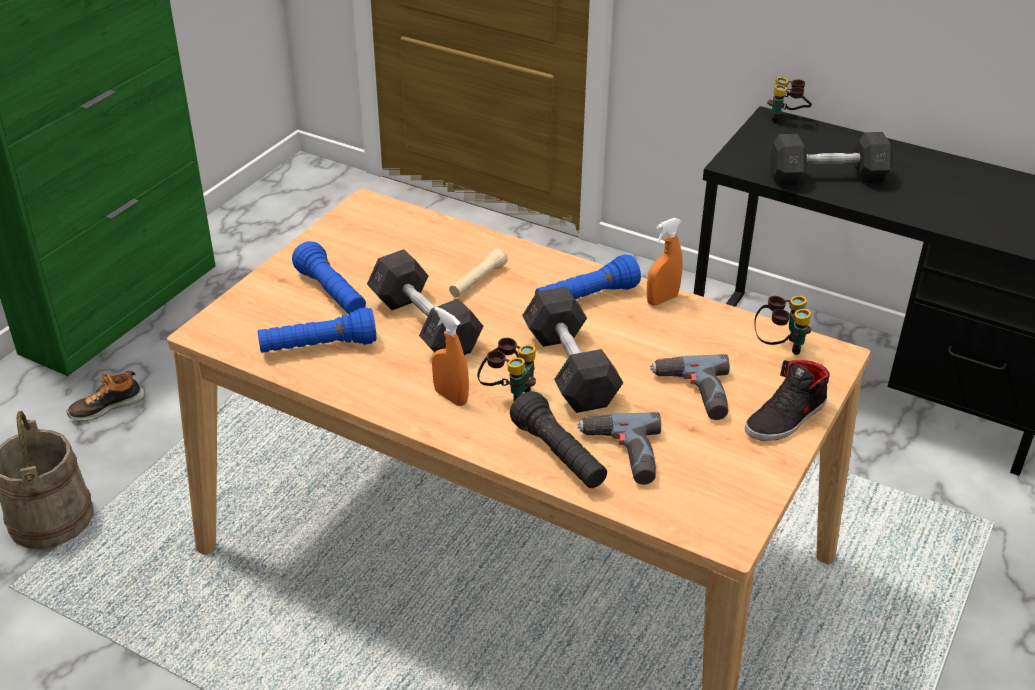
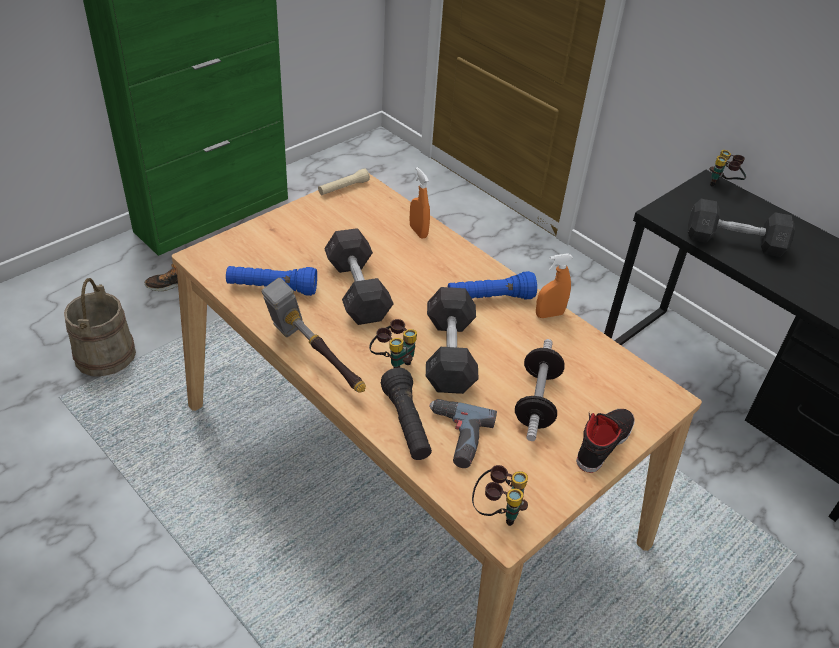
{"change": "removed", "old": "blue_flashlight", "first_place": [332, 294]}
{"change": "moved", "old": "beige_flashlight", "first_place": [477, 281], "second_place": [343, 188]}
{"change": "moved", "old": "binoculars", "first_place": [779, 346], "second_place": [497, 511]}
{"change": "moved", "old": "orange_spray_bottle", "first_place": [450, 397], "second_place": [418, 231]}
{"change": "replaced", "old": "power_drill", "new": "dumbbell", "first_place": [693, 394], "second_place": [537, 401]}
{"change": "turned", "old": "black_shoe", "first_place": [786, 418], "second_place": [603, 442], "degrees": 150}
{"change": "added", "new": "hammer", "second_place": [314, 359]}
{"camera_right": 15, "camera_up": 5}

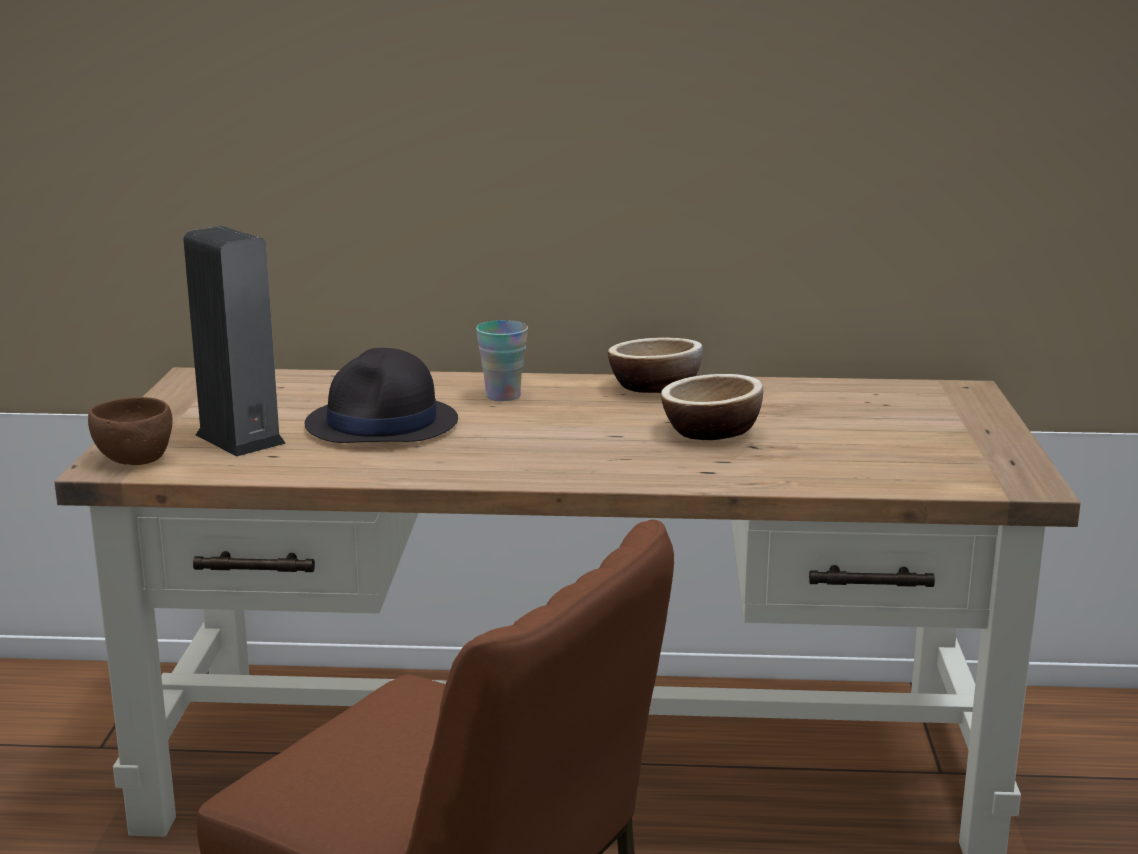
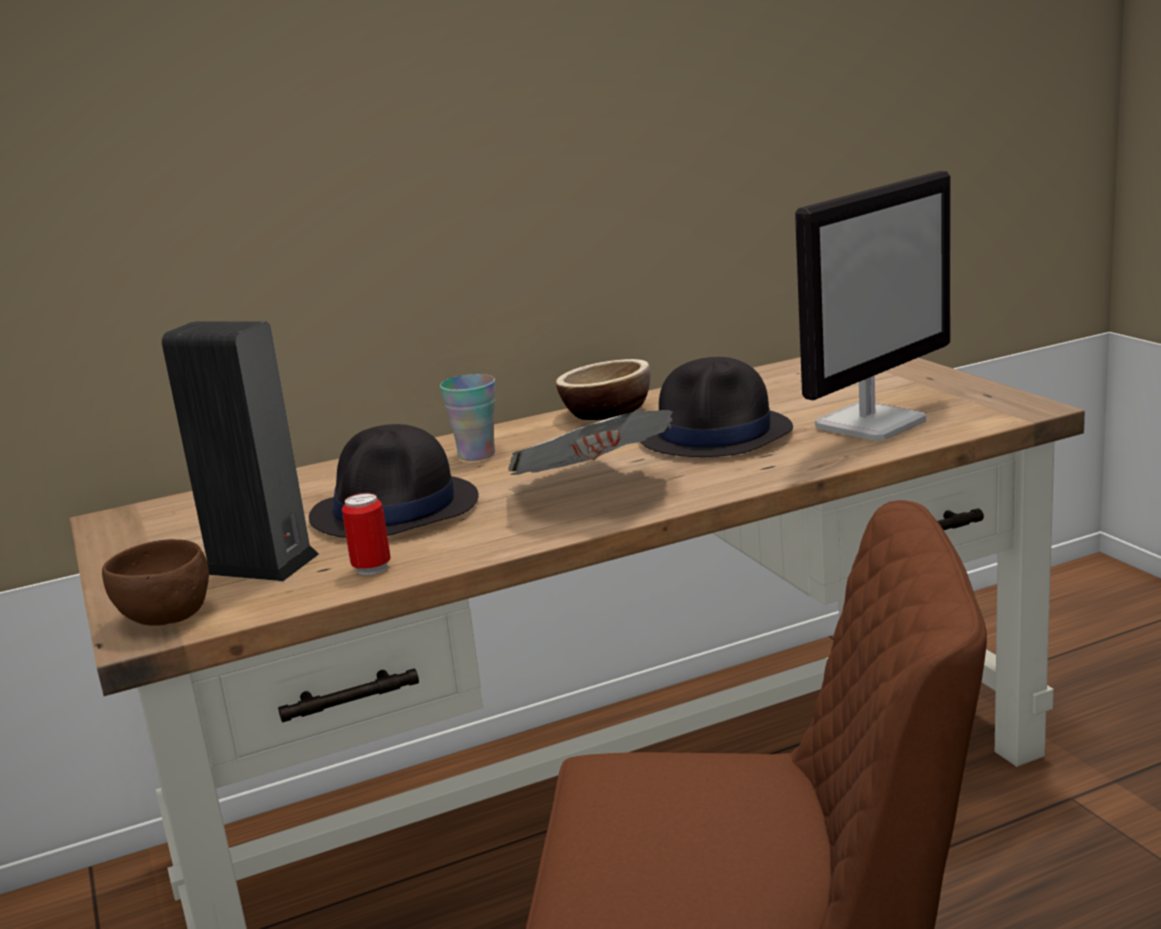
{"change": "replaced", "old": "bowl", "new": "black_hat", "first_place": [711, 432], "second_place": [716, 435]}
{"change": "added", "new": "monitor", "second_place": [871, 423]}
{"change": "added", "new": "newspaper", "second_place": [593, 489]}
{"change": "added", "new": "can", "second_place": [371, 568]}
{"camera_right": -25, "camera_up": 0}

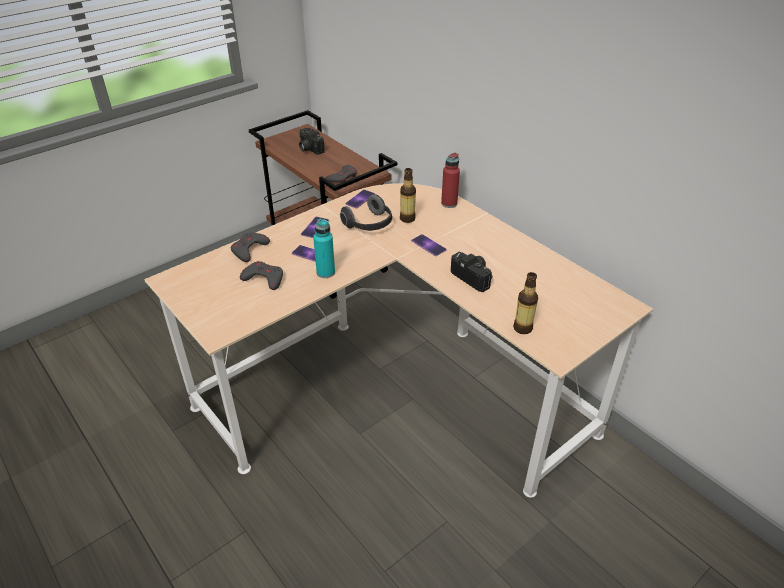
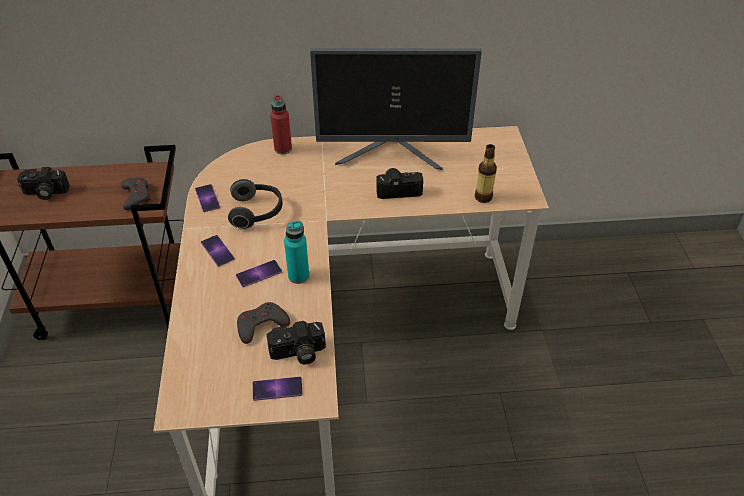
{"change": "removed", "old": "bottle", "first_place": [407, 219]}
{"change": "removed", "old": "grey_game_controller", "first_place": [249, 250]}
{"change": "moved", "old": "phone", "first_place": [428, 245], "second_place": [277, 388]}
{"change": "added", "new": "monitor", "second_place": [392, 154]}
{"change": "added", "new": "photo_camera", "second_place": [298, 353]}
{"camera_right": -55, "camera_up": 5}

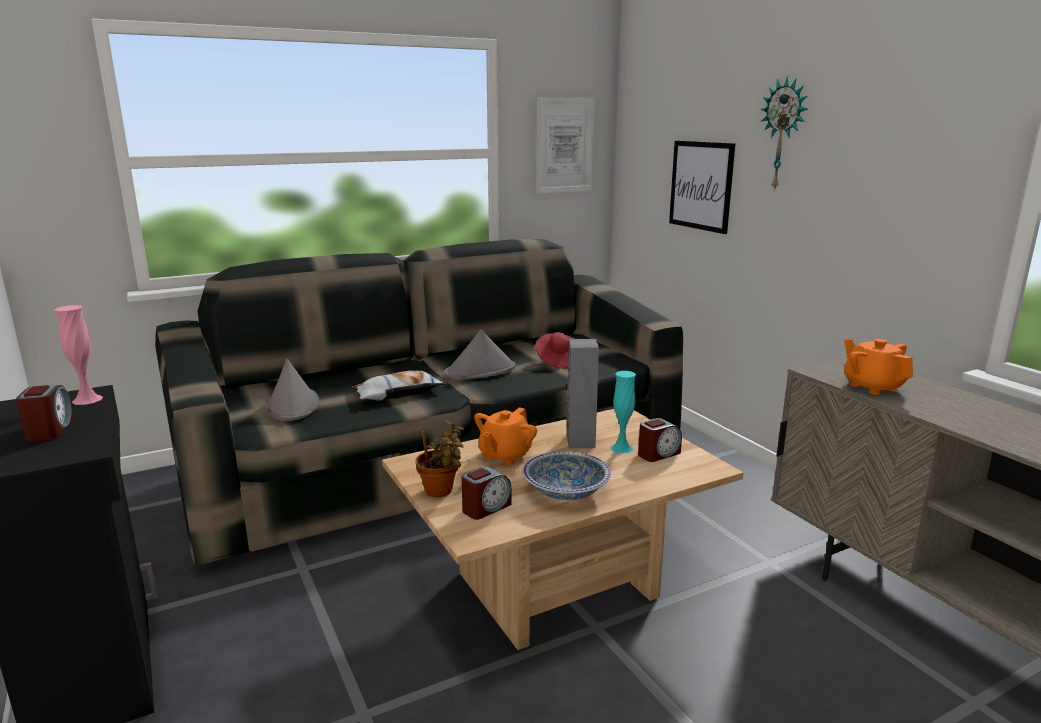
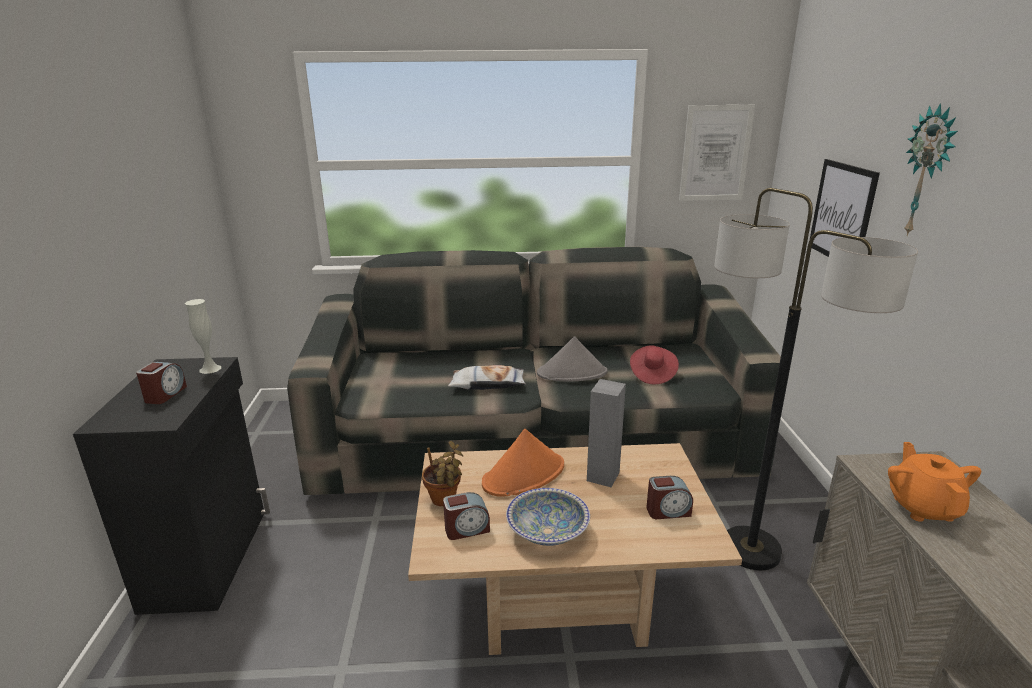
{"change": "recoloured", "old": "pink_vase", "new": "white_vase", "first_place": [87, 399], "second_place": [210, 369]}
{"change": "removed", "old": "grey_hat", "first_place": [292, 405]}
{"change": "removed", "old": "turquoise_vase", "first_place": [621, 448]}
{"change": "replaced", "old": "orange_teapot", "new": "orange_hat", "first_place": [505, 455], "second_place": [524, 475]}
{"change": "added", "new": "floor_lamp", "second_place": [751, 550]}
{"camera_right": 25, "camera_up": 5}

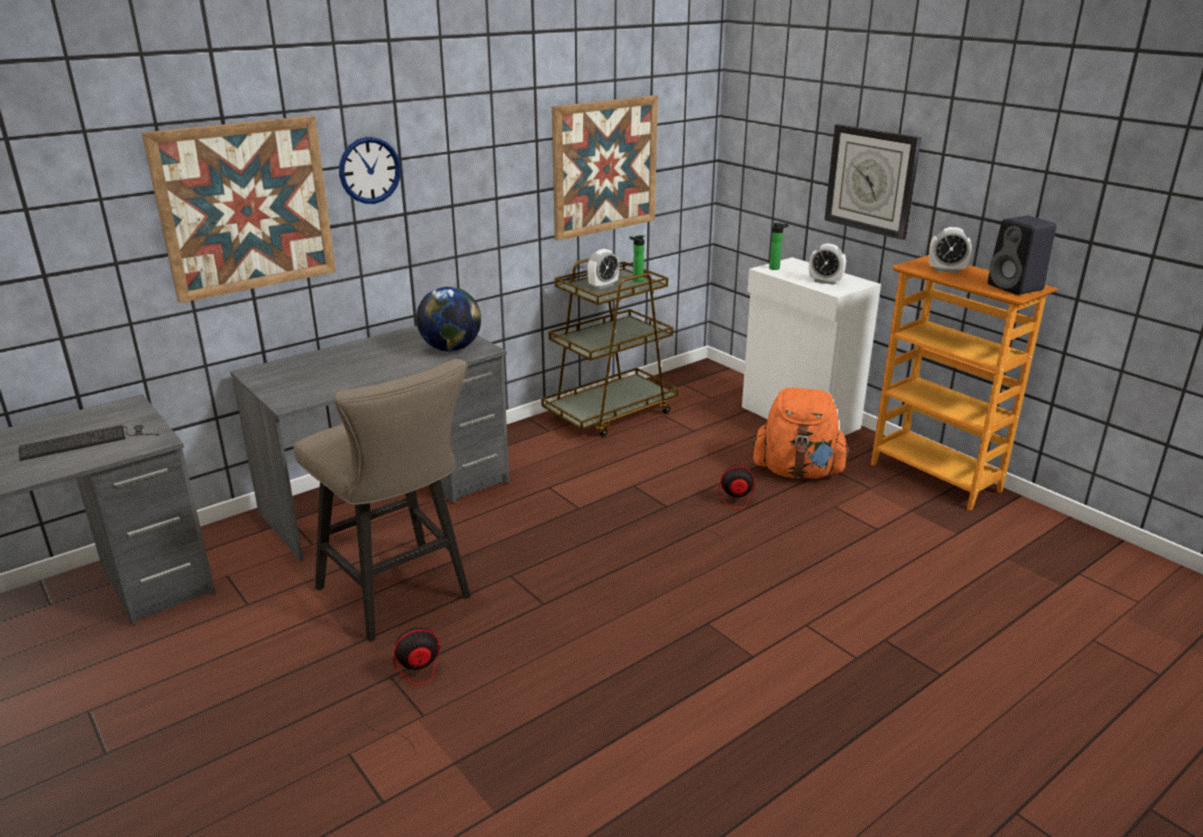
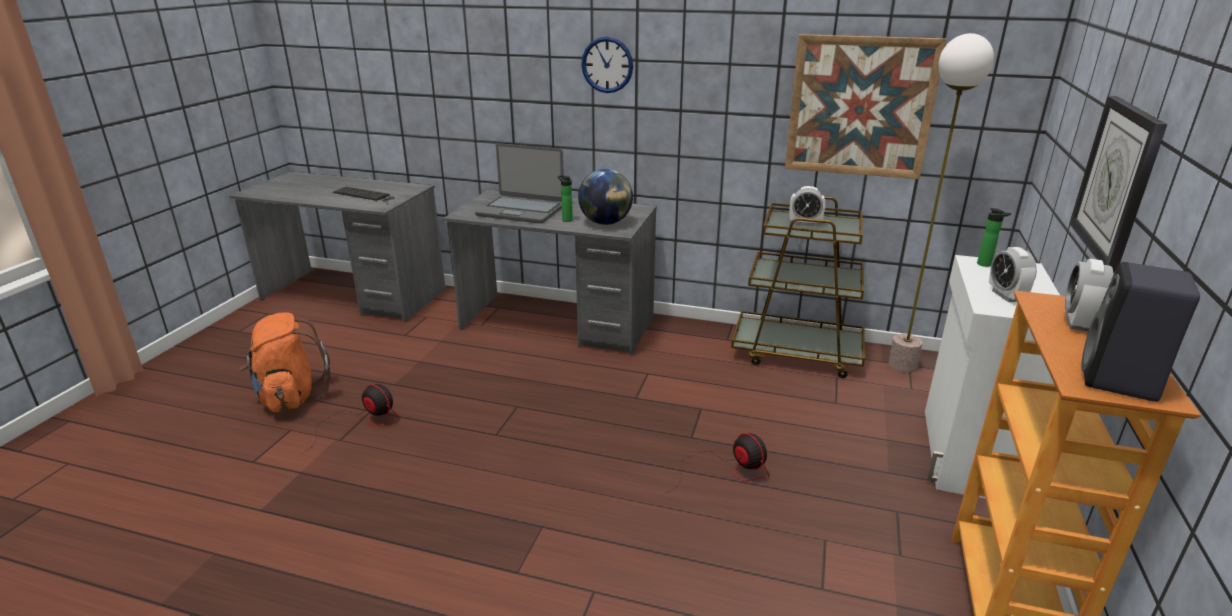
{"change": "removed", "old": "picture", "first_place": [245, 207]}
{"change": "turned", "old": "alarm_clock", "first_place": [946, 270], "second_place": [1077, 322], "degrees": 45}
{"change": "moved", "old": "bottle", "first_place": [636, 280], "second_place": [566, 220]}
{"change": "removed", "old": "beige_stool", "first_place": [400, 596]}
{"change": "moved", "old": "orange_backpack", "first_place": [797, 471], "second_place": [290, 397]}
{"change": "added", "new": "floor_lamp", "second_place": [903, 366]}
{"change": "added", "new": "laptop", "second_place": [521, 211]}
{"camera_right": 55, "camera_up": 0}

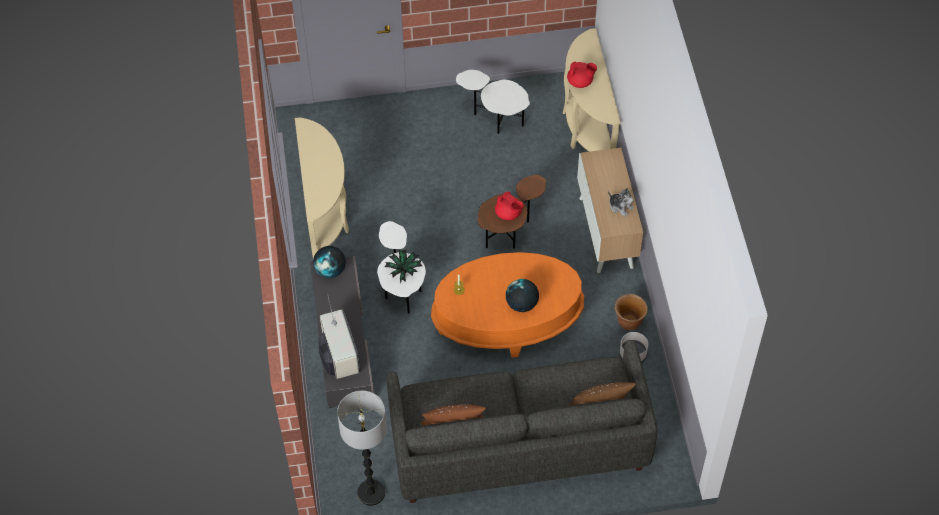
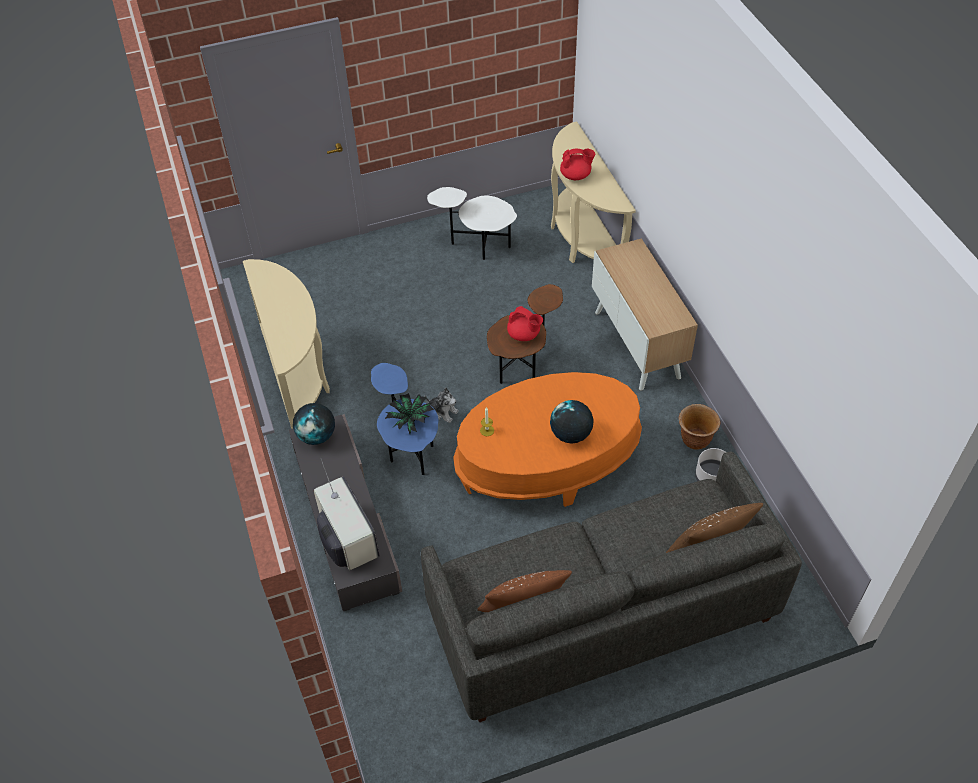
{"change": "moved", "old": "plush_toy", "first_place": [620, 206], "second_place": [442, 412]}
{"change": "recoloured", "old": "white_side_table", "new": "blue_side_table", "first_place": [401, 288], "second_place": [407, 446]}
{"change": "removed", "old": "floor_lamp", "first_place": [371, 493]}
{"camera_right": -10, "camera_up": -5}

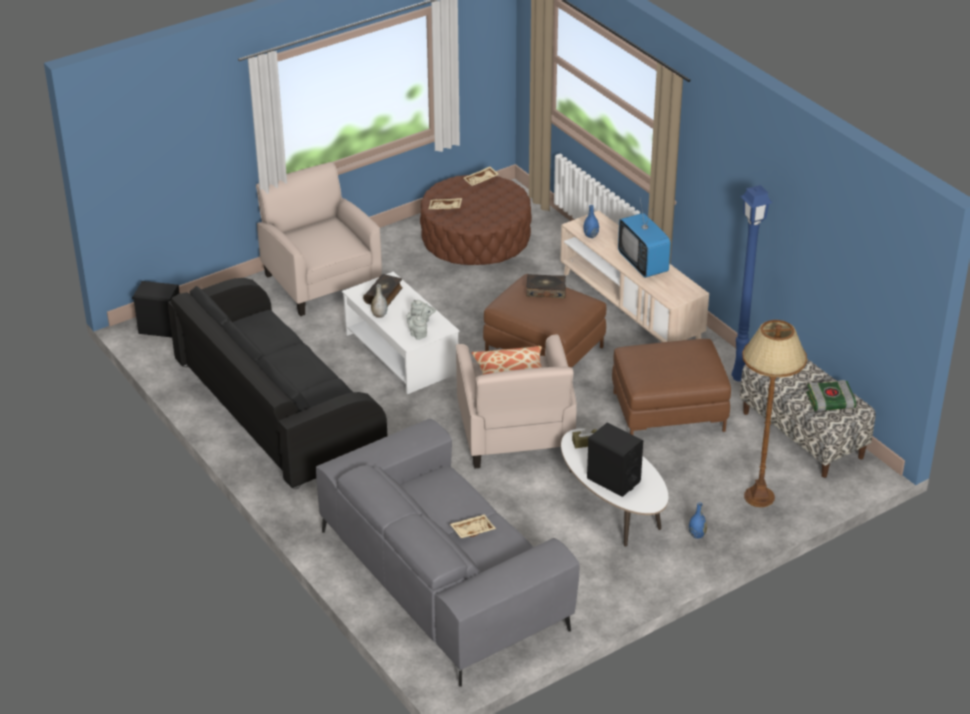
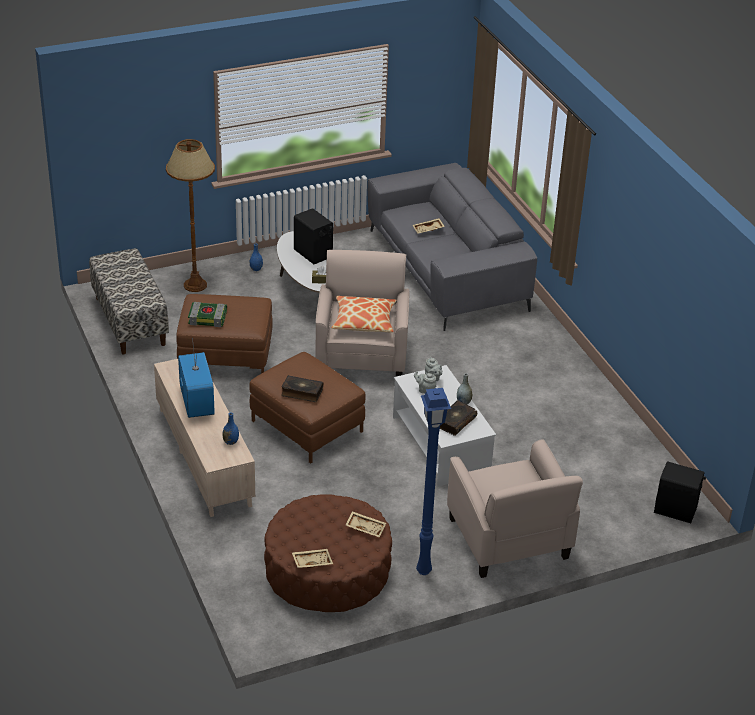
{"change": "moved", "old": "blue_floor_lamp", "first_place": [739, 377], "second_place": [423, 571]}
{"change": "removed", "old": "black_sofa", "first_place": [276, 407]}
{"change": "moved", "old": "book", "first_place": [829, 402], "second_place": [208, 317]}
{"camera_right": -170, "camera_up": 0}

